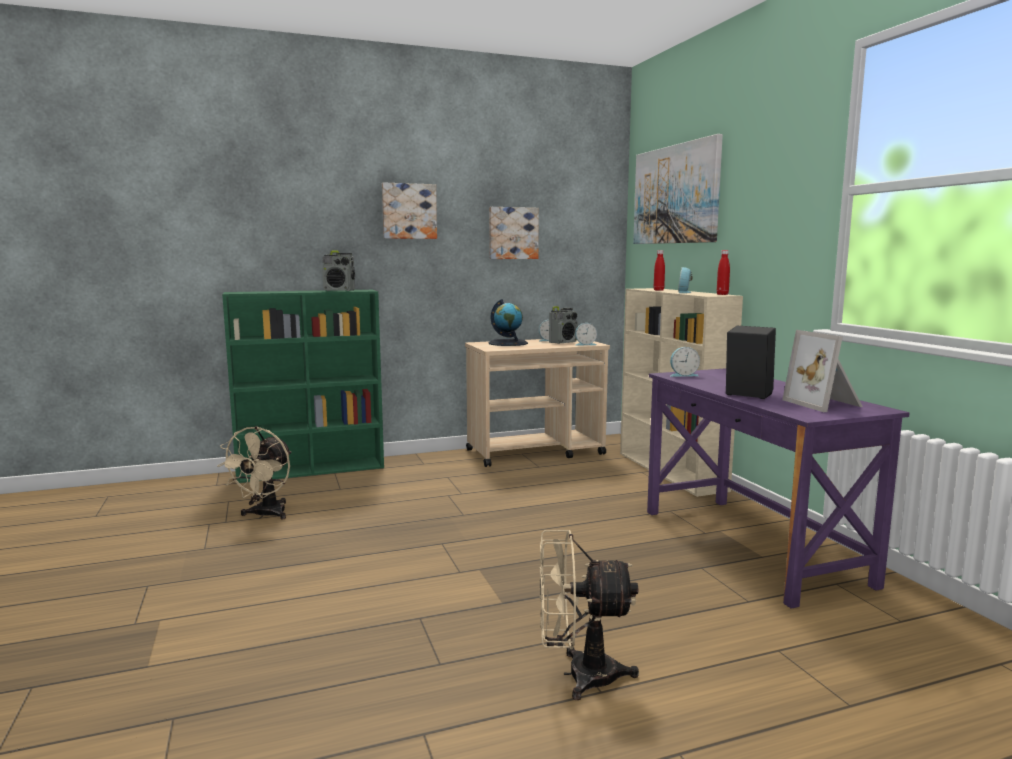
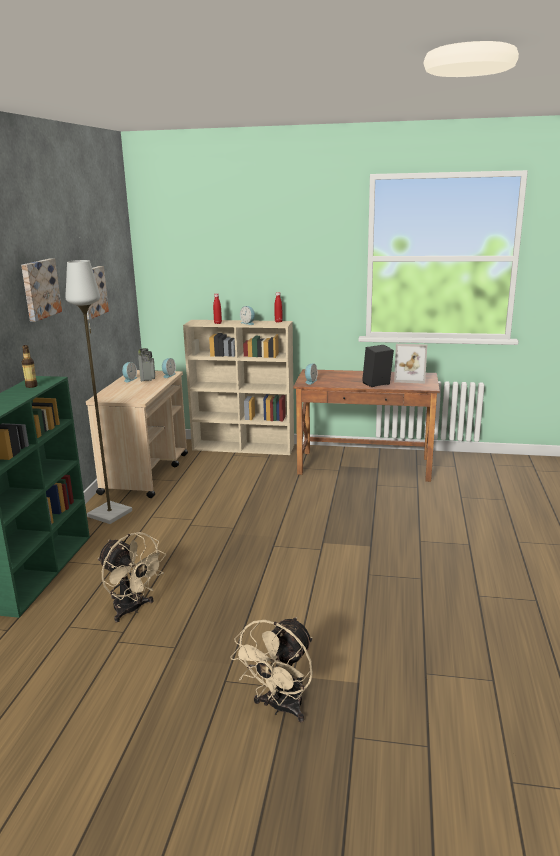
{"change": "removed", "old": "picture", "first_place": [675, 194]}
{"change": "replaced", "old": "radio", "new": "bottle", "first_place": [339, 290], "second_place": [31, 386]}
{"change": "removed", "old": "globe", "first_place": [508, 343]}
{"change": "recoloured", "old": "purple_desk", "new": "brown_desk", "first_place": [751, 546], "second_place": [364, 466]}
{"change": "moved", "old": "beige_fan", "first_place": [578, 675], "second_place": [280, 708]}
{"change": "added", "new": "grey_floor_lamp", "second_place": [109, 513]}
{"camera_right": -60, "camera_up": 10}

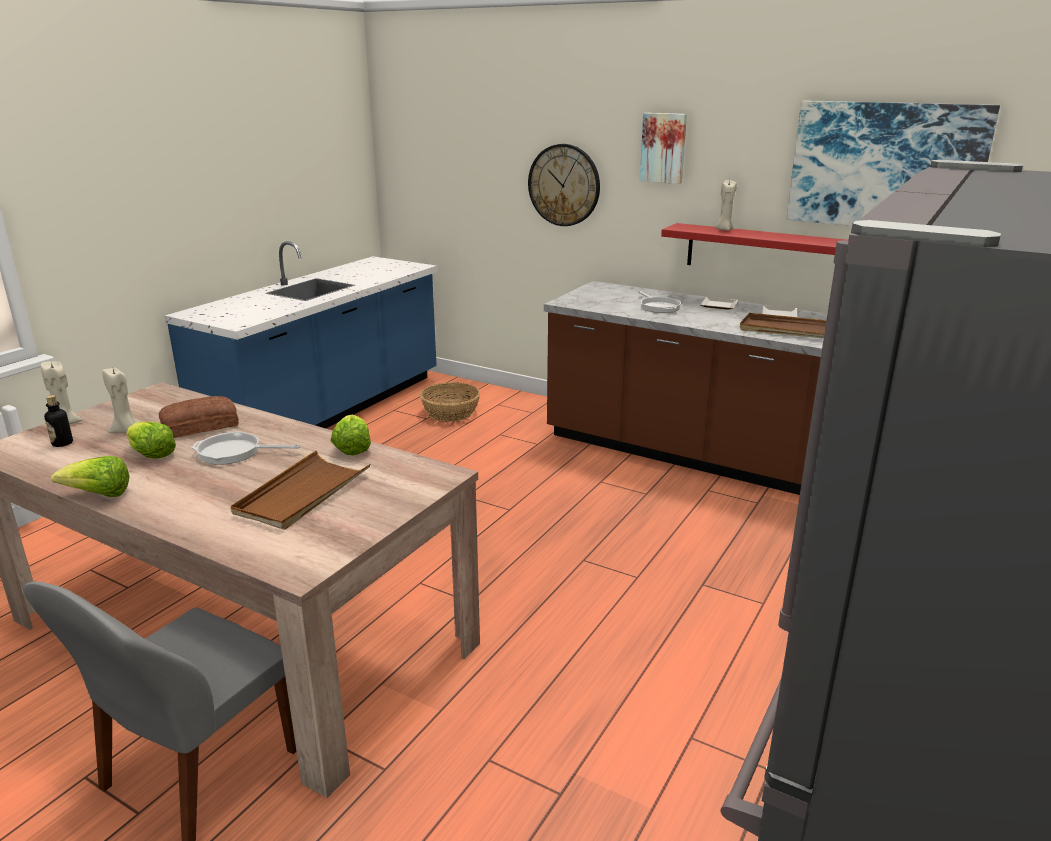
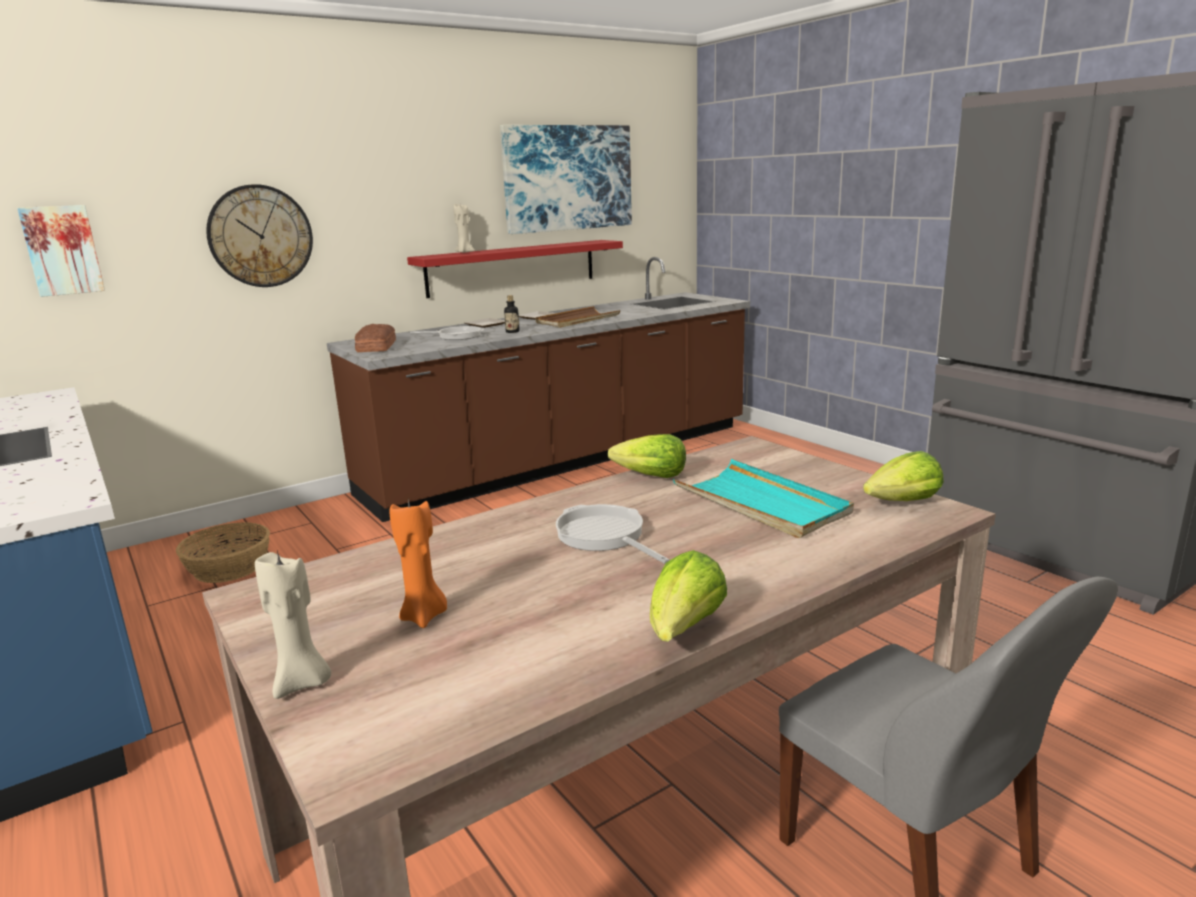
{"change": "moved", "old": "picture", "first_place": [663, 148], "second_place": [62, 250]}
{"change": "recoloured", "old": "beige_candle", "new": "orange_candle", "first_place": [126, 431], "second_place": [424, 616]}
{"change": "moved", "old": "bottle", "first_place": [62, 443], "second_place": [512, 332]}
{"change": "moved", "old": "bread", "first_place": [199, 426], "second_place": [375, 347]}
{"change": "moved", "old": "lettuce", "first_place": [151, 454], "second_place": [903, 502]}
{"change": "turned", "old": "frying_pan", "first_place": [234, 452], "second_place": [603, 536], "degrees": 120}
{"change": "recoloured", "old": "brown_tray", "new": "turquoise_tray", "first_place": [302, 494], "second_place": [761, 503]}
{"camera_right": -65, "camera_up": -5}

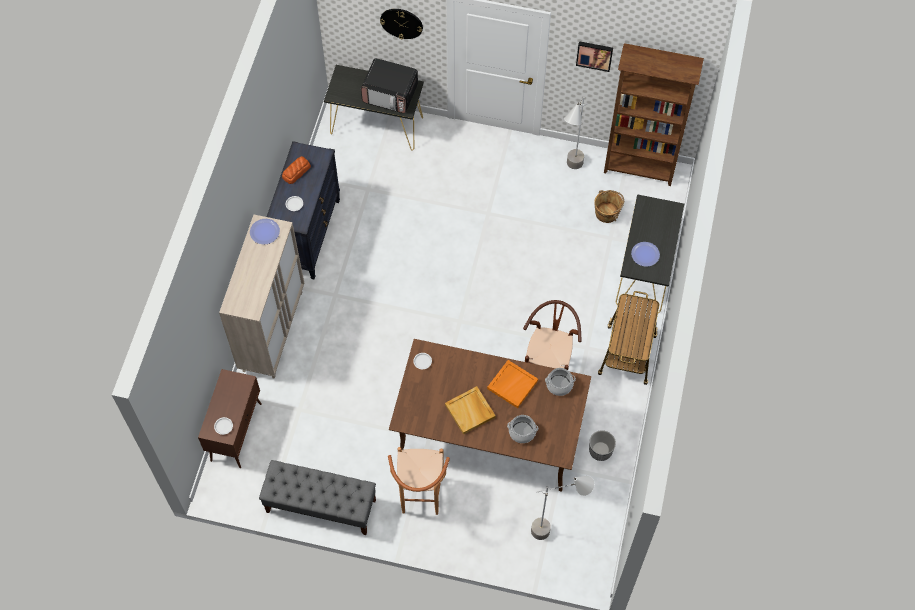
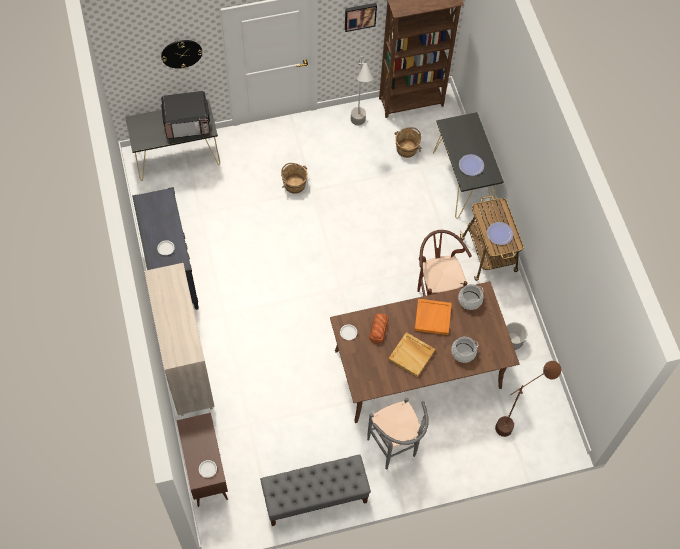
{"change": "moved", "old": "bread", "first_place": [296, 172], "second_place": [378, 329]}
{"change": "moved", "old": "plate", "first_place": [265, 232], "second_place": [500, 234]}
{"change": "recoloured", "old": "brown_stool", "new": "grey_stool", "first_place": [420, 500], "second_place": [394, 451]}
{"change": "recoloured", "old": "grey_floor_lamp", "new": "brown_floor_lamp", "first_place": [556, 530], "second_place": [516, 422]}
{"change": "added", "new": "brown_bucket", "second_place": [294, 184]}
{"camera_right": -30, "camera_up": 0}

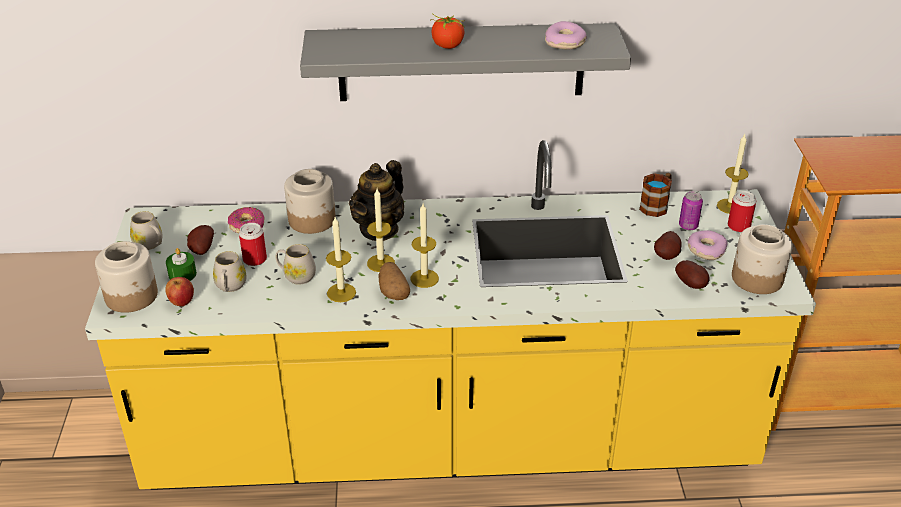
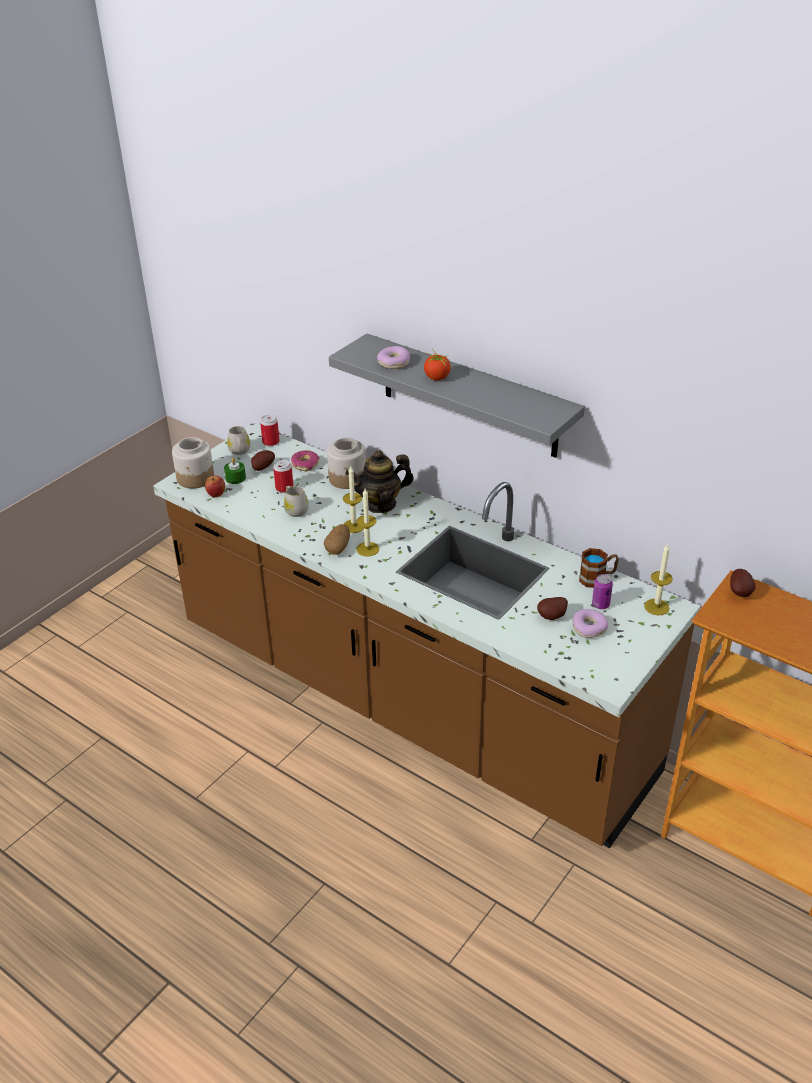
{"change": "moved", "old": "donut", "first_place": [565, 43], "second_place": [394, 363]}
{"change": "recoloured", "old": "yellow_counter", "new": "brown_counter", "first_place": [450, 441], "second_place": [408, 701]}
{"change": "moved", "old": "can", "first_place": [738, 226], "second_place": [271, 442]}
{"change": "removed", "old": "candle", "first_place": [341, 293]}
{"change": "removed", "old": "jar", "first_place": [756, 278]}
{"change": "removed", "old": "white_mug", "first_place": [230, 287]}
{"change": "moved", "old": "potato", "first_place": [692, 285], "second_place": [740, 593]}
{"camera_right": 40, "camera_up": 0}

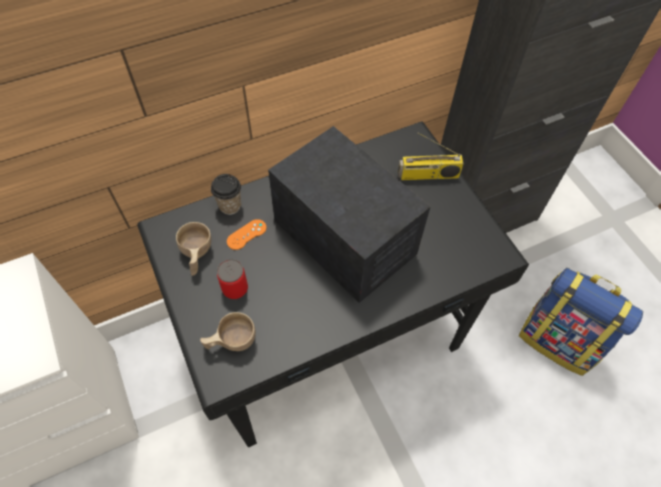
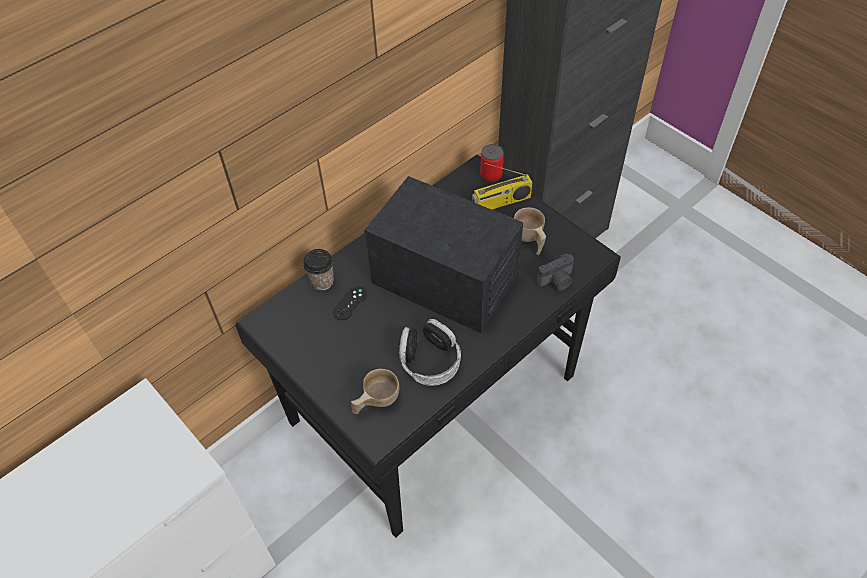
{"change": "recoloured", "old": "orange_game_controller", "new": "black_game_controller", "first_place": [246, 234], "second_place": [350, 303]}
{"change": "moved", "old": "beige_cup", "first_place": [196, 256], "second_place": [529, 240]}
{"change": "moved", "old": "can", "first_place": [235, 289], "second_place": [491, 175]}
{"change": "removed", "old": "backpack", "first_place": [559, 340]}
{"change": "added", "new": "photo_camera", "second_place": [557, 281]}
{"change": "added", "new": "headphones", "second_place": [429, 360]}
{"camera_right": -15, "camera_up": -5}

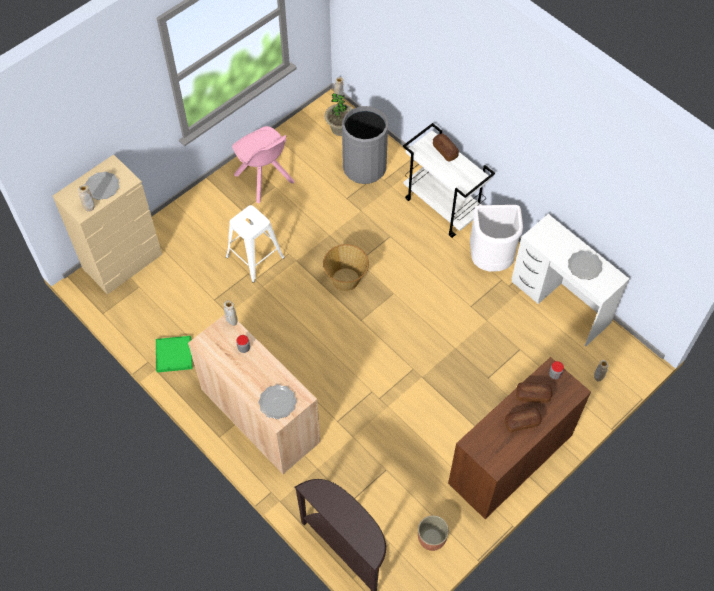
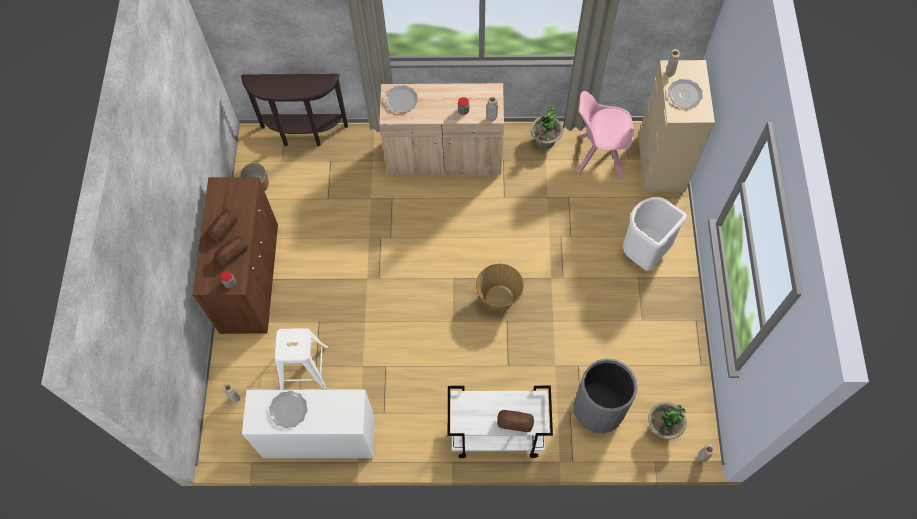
{"change": "moved", "old": "pink_chair", "first_place": [265, 180], "second_place": [599, 155]}
{"change": "moved", "old": "white_stool", "first_place": [254, 257], "second_place": [305, 367]}
{"change": "moved", "old": "white_trash_can", "first_place": [490, 260], "second_place": [644, 252]}
{"change": "replaced", "old": "green_tray", "new": "potted_plant", "first_place": [174, 355], "second_place": [545, 141]}
{"camera_right": 135, "camera_up": 5}

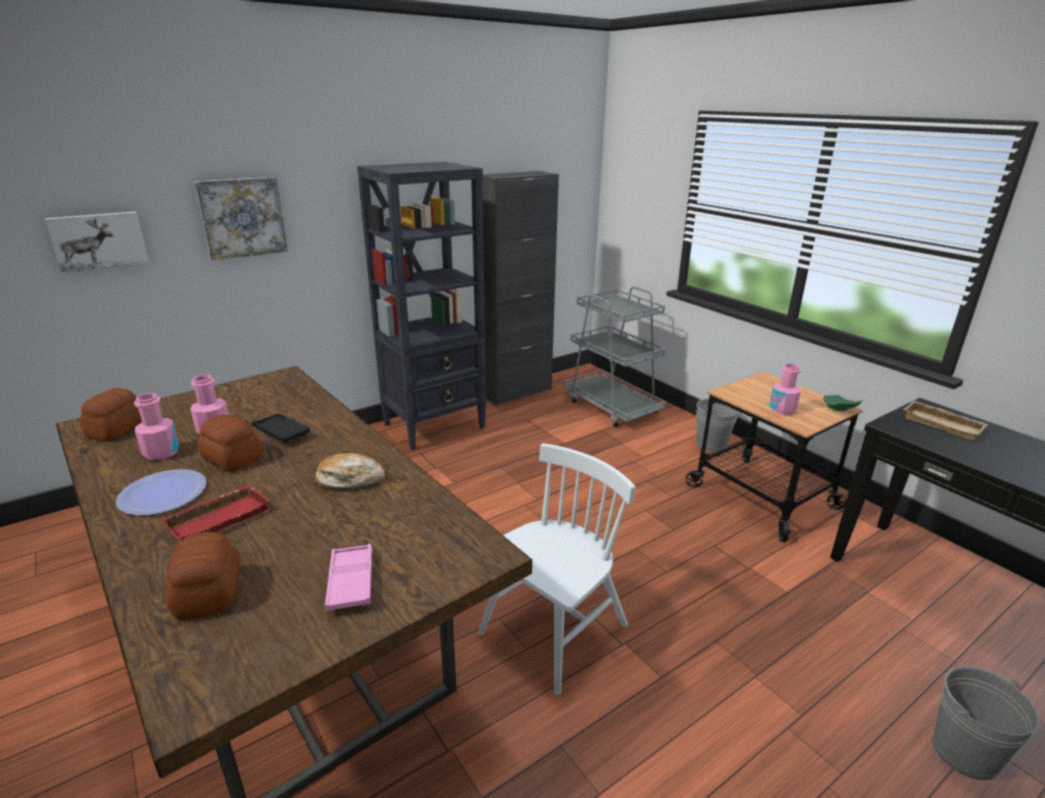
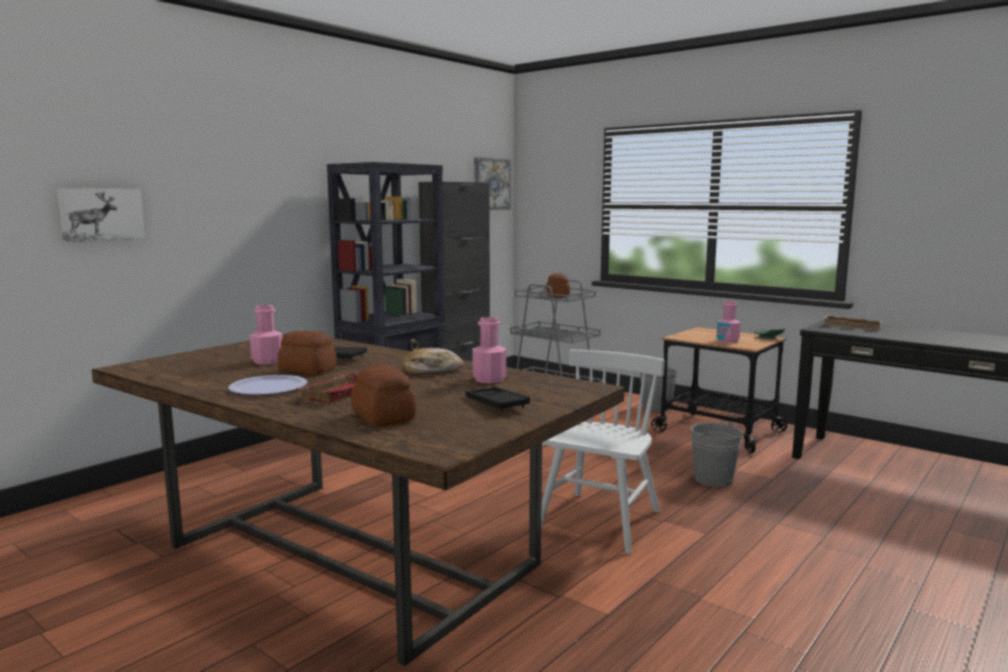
{"change": "moved", "old": "picture", "first_place": [242, 217], "second_place": [491, 184]}
{"change": "moved", "old": "bread", "first_place": [116, 429], "second_place": [557, 296]}
{"change": "moved", "old": "pink_bottle", "first_place": [161, 452], "second_place": [489, 379]}
{"change": "recoloured", "old": "pink_tray", "new": "black_tray", "first_place": [351, 581], "second_place": [496, 404]}
{"change": "moved", "old": "grey_bucket", "first_place": [964, 752], "second_place": [713, 479]}
{"camera_right": -15, "camera_up": -15}

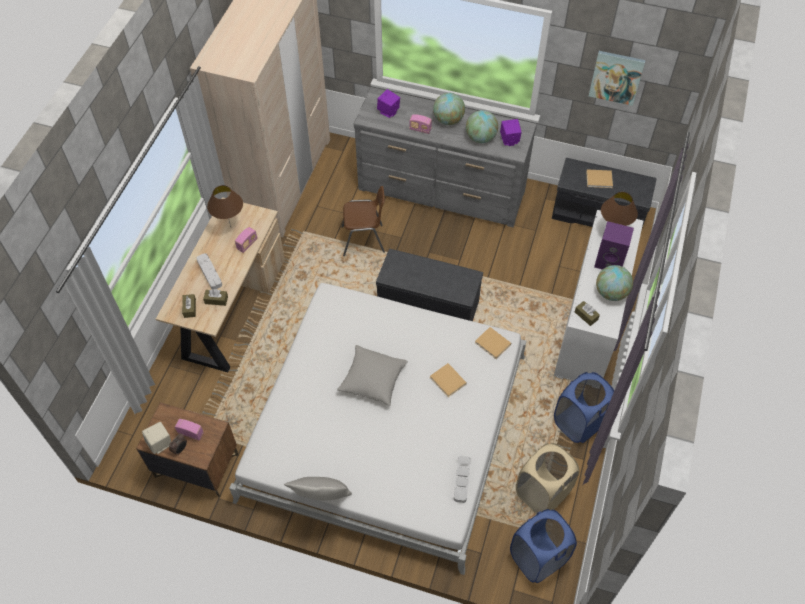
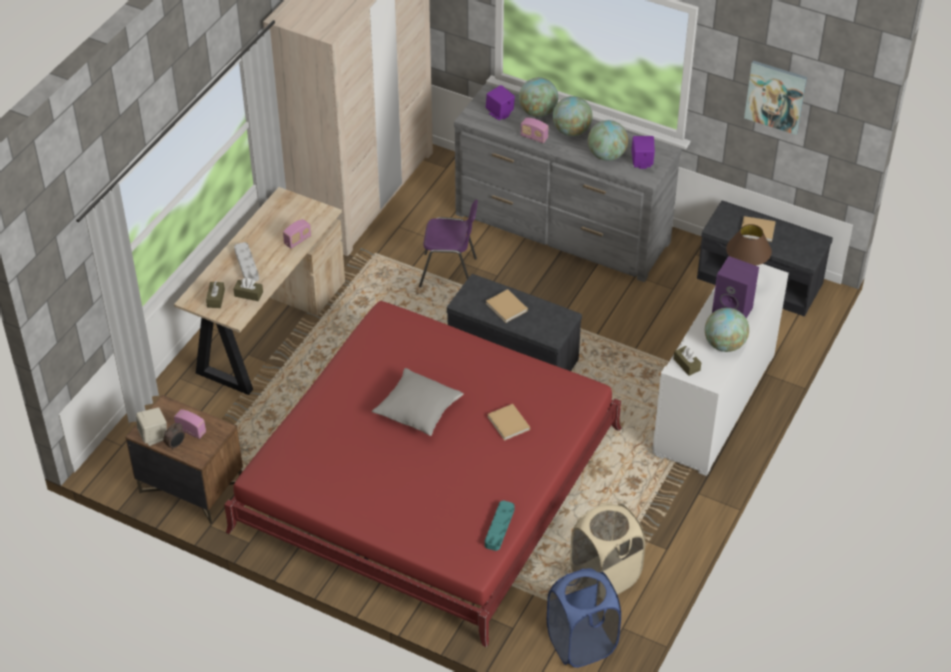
{"change": "removed", "old": "brown_table_lamp", "first_place": [230, 228]}
{"change": "recoloured", "old": "brown_chair", "new": "purple_chair", "first_place": [364, 240], "second_place": [449, 272]}
{"change": "recoloured", "old": "white_bed", "new": "red_bed", "first_place": [386, 426], "second_place": [429, 479]}
{"change": "moved", "old": "beige_book", "first_place": [493, 344], "second_place": [507, 308]}
{"change": "removed", "old": "blue_laundry_basket", "first_place": [579, 422]}
{"change": "recoloured", "old": "grey_tray", "new": "turquoise_tray", "first_place": [462, 480], "second_place": [499, 527]}
{"change": "removed", "old": "grey_pillow", "first_place": [321, 498]}
{"change": "added", "new": "globe", "second_place": [538, 112]}
{"camera_right": 10, "camera_up": -10}

